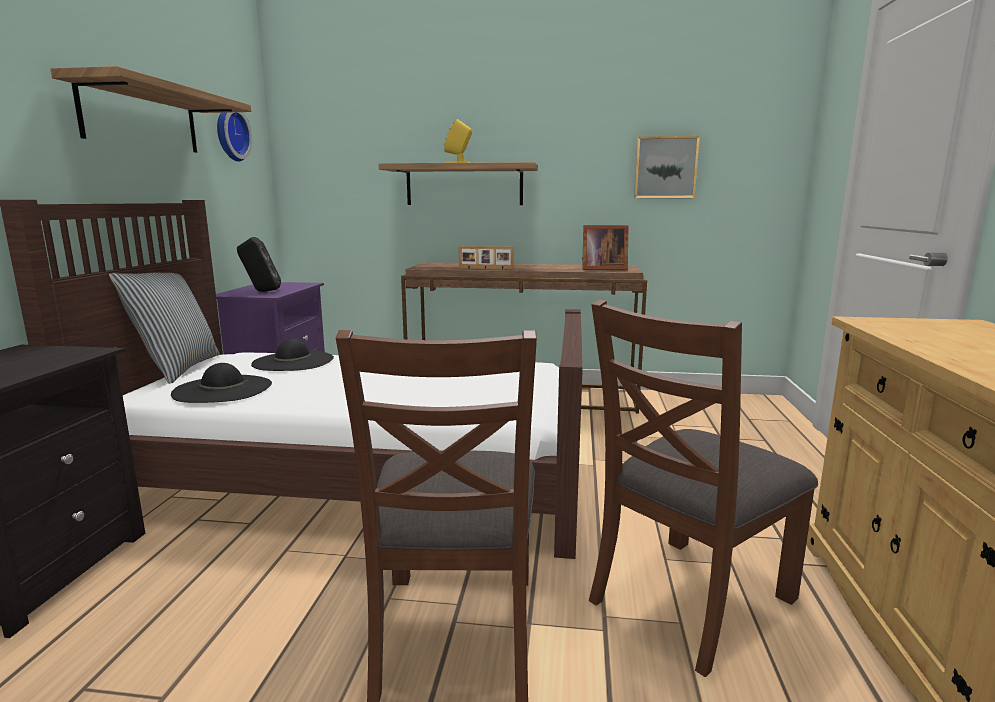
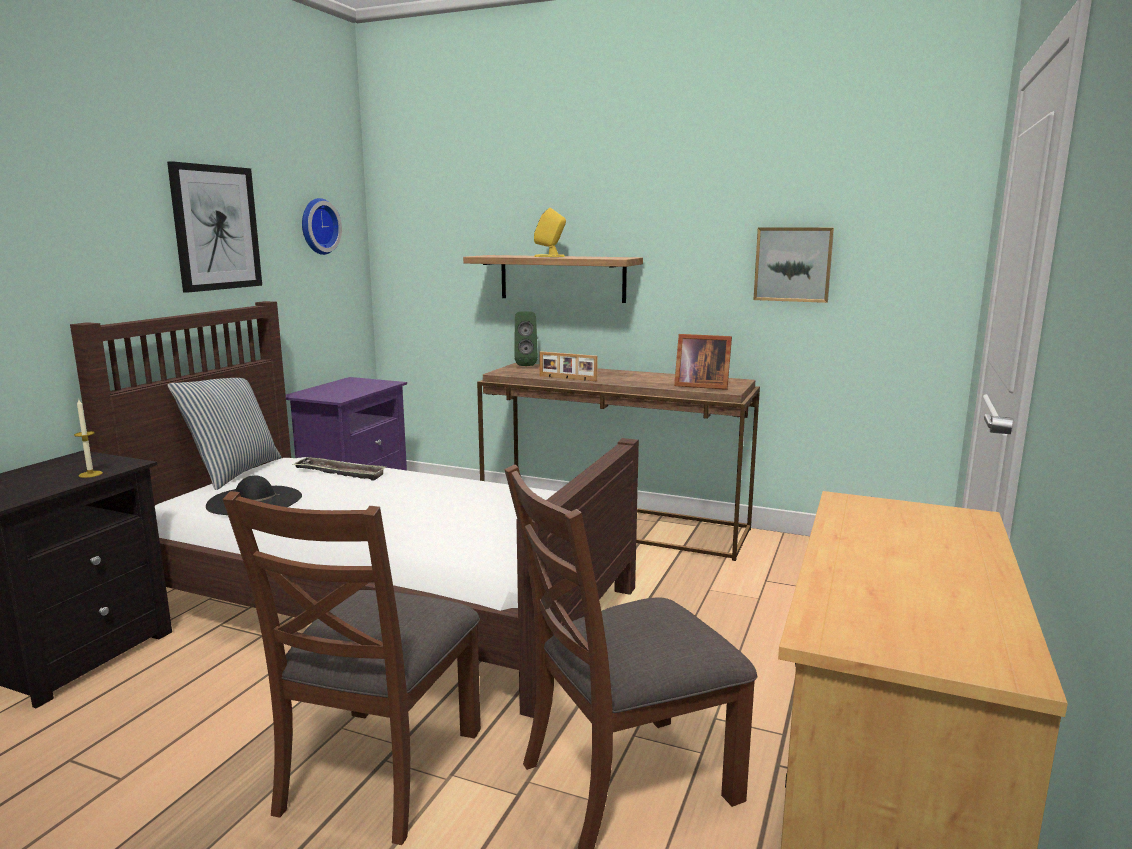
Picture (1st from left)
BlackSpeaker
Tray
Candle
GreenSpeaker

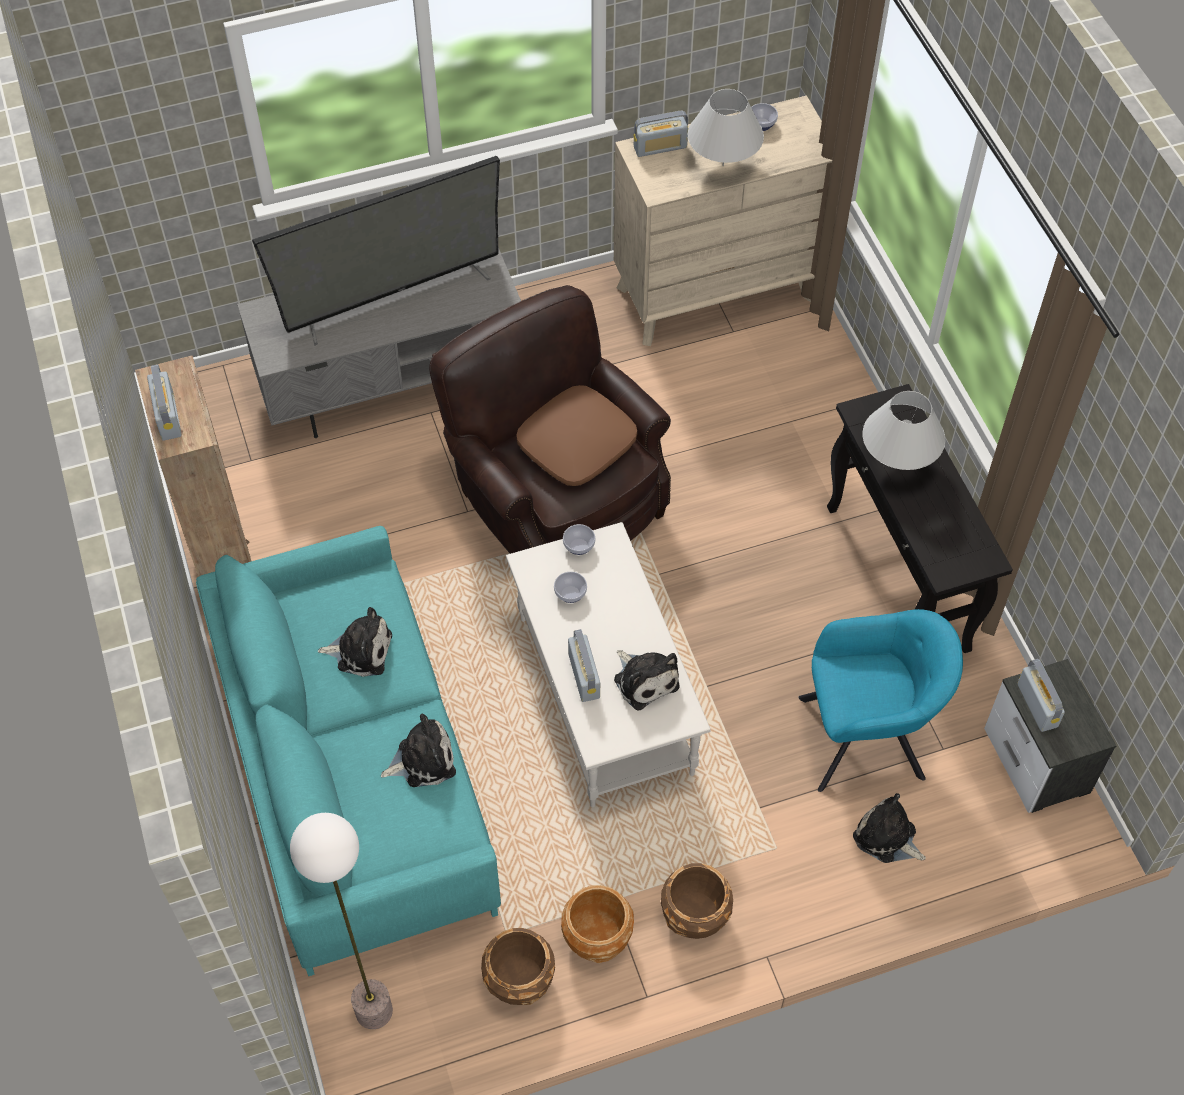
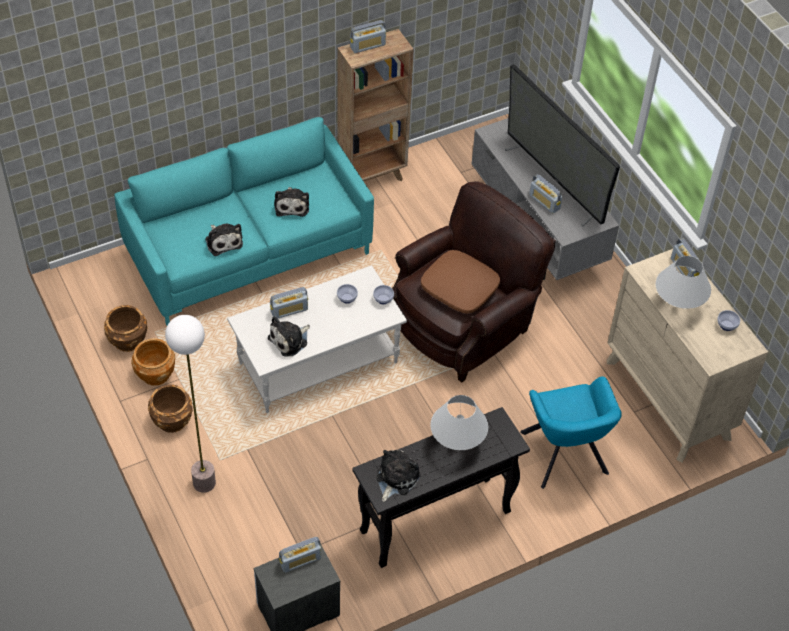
FloorLamp
TurquoiseArmchair
PlushToy (4th from left)
Radio (4th from left)

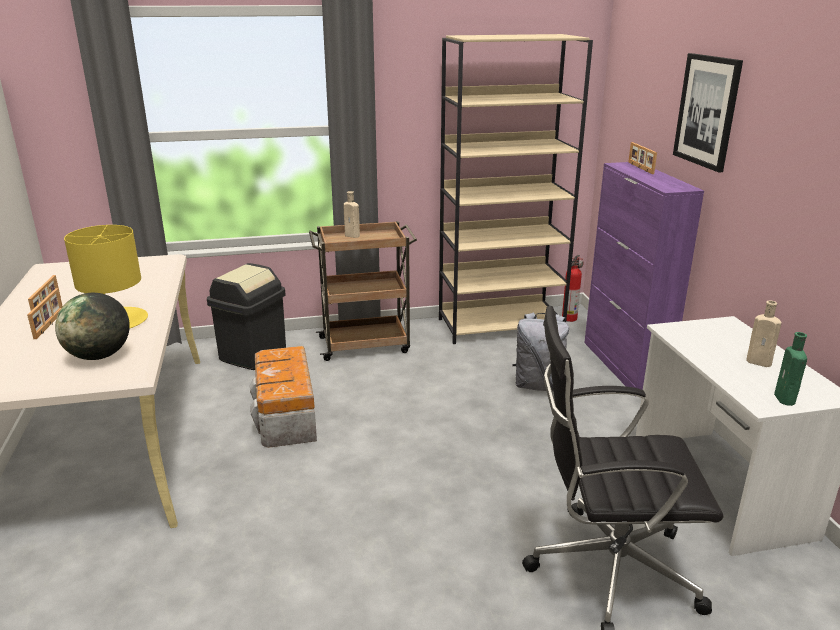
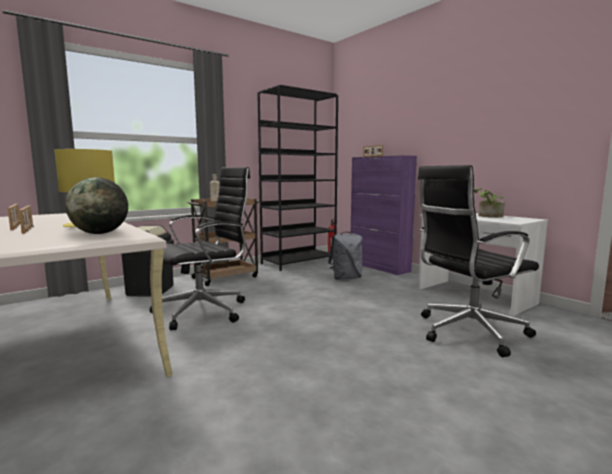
BlackOfficeChair (1st from left)
BlackBookcase
Picture
PottedPlant
GreenBottle

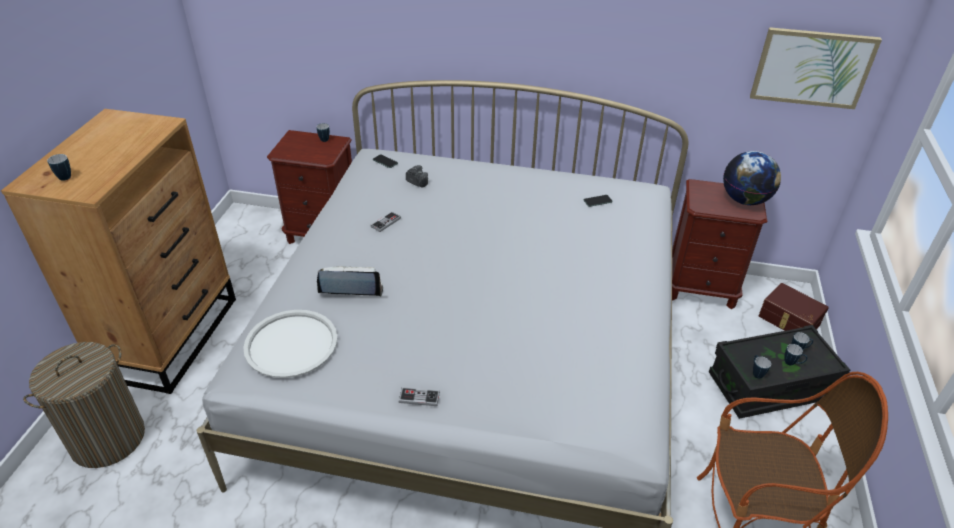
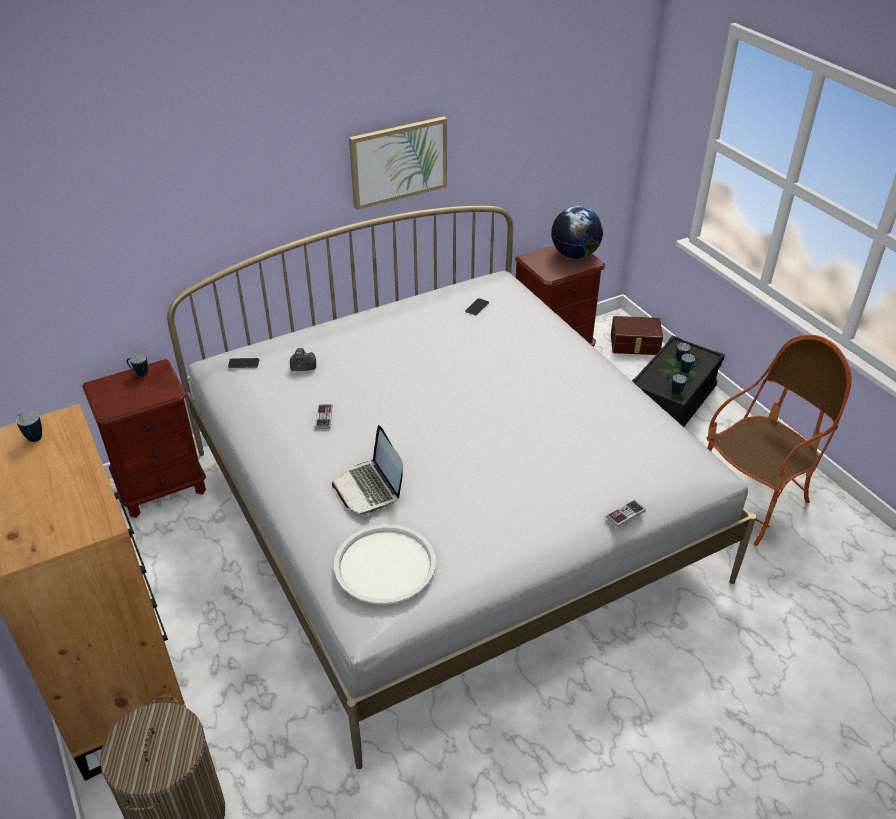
Mug (1st from left)
Laptop
GameController (2nd from left)
Picture

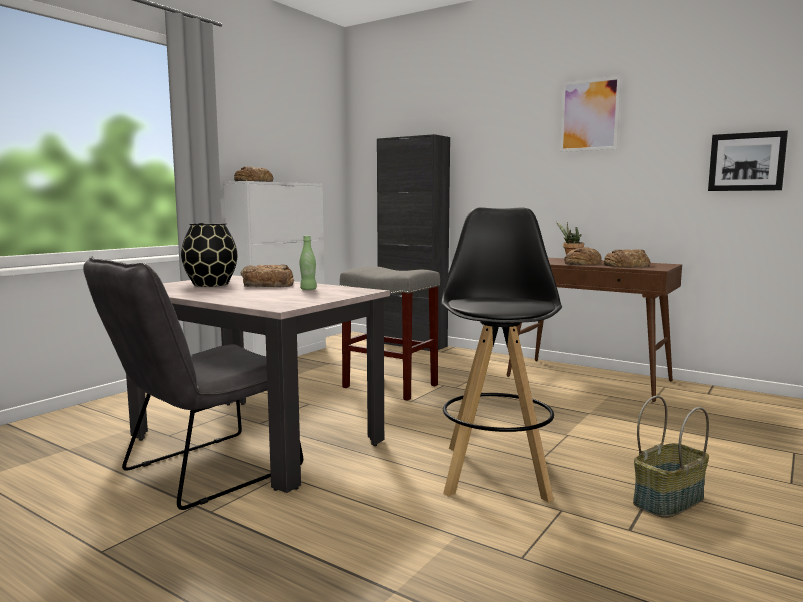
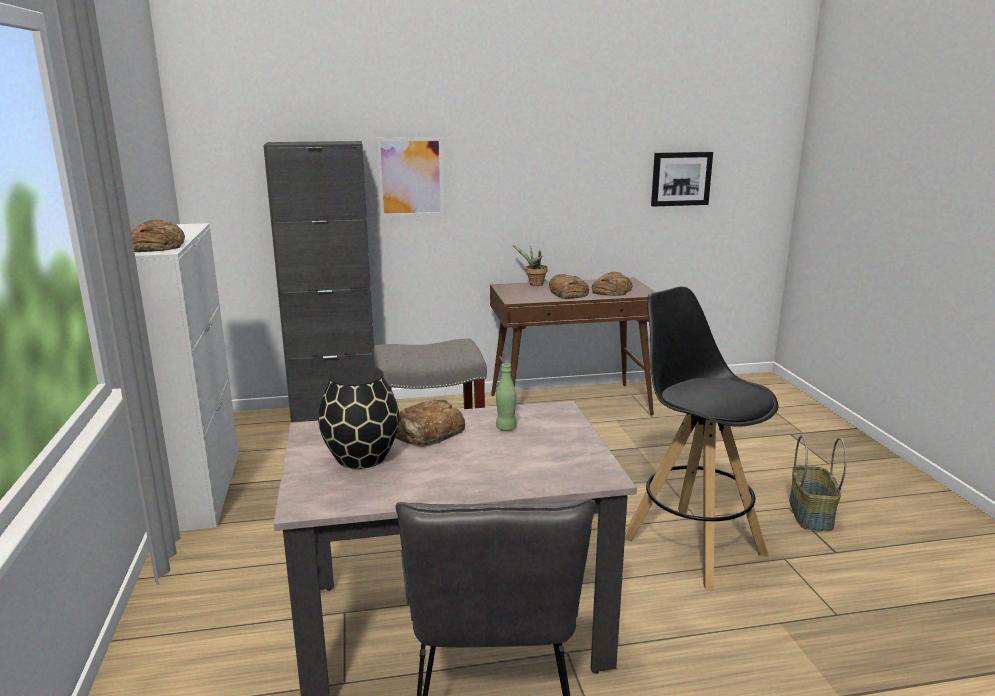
Picture (1st from left)

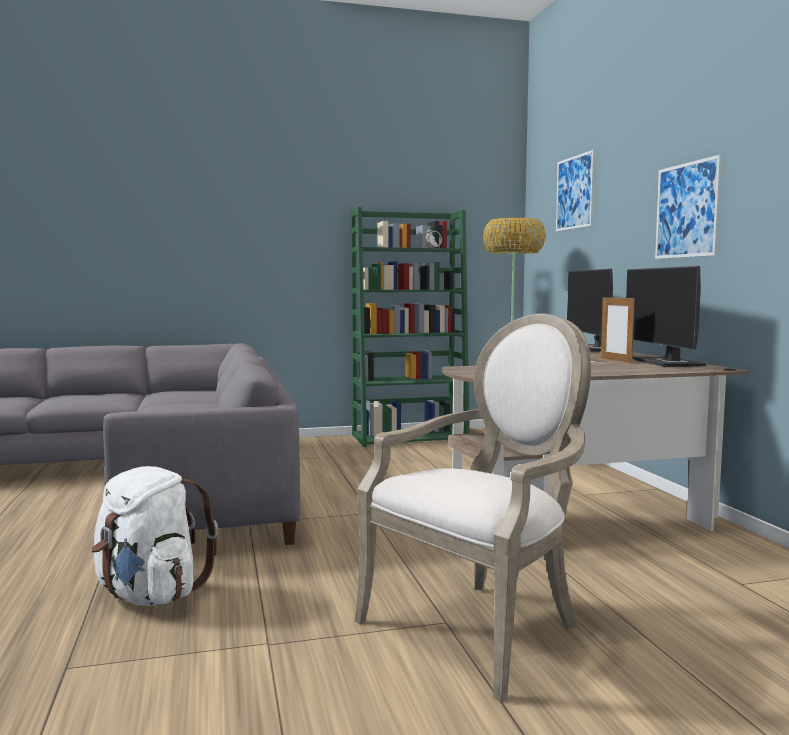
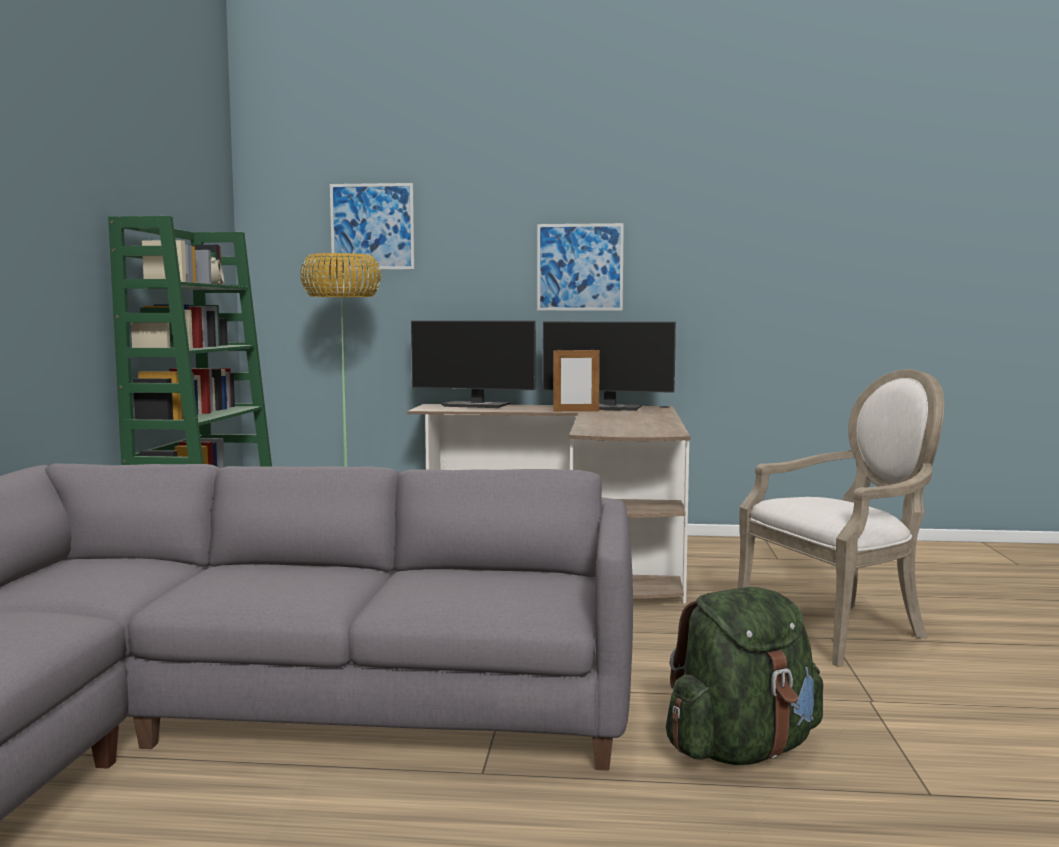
GreenBackpack
Armchair

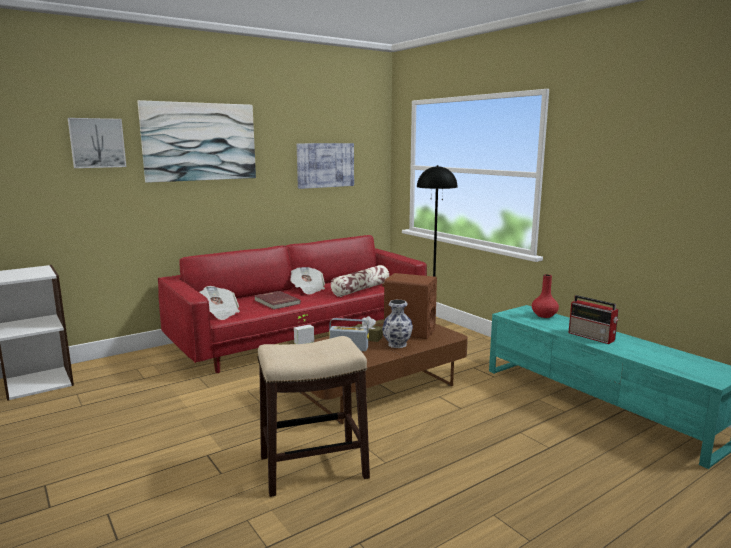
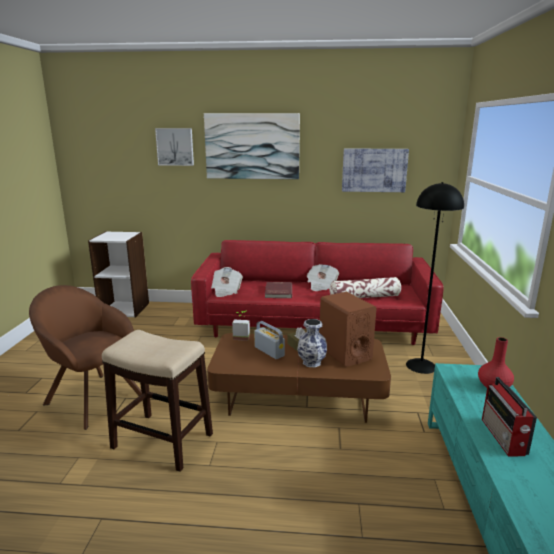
BrownArmchair

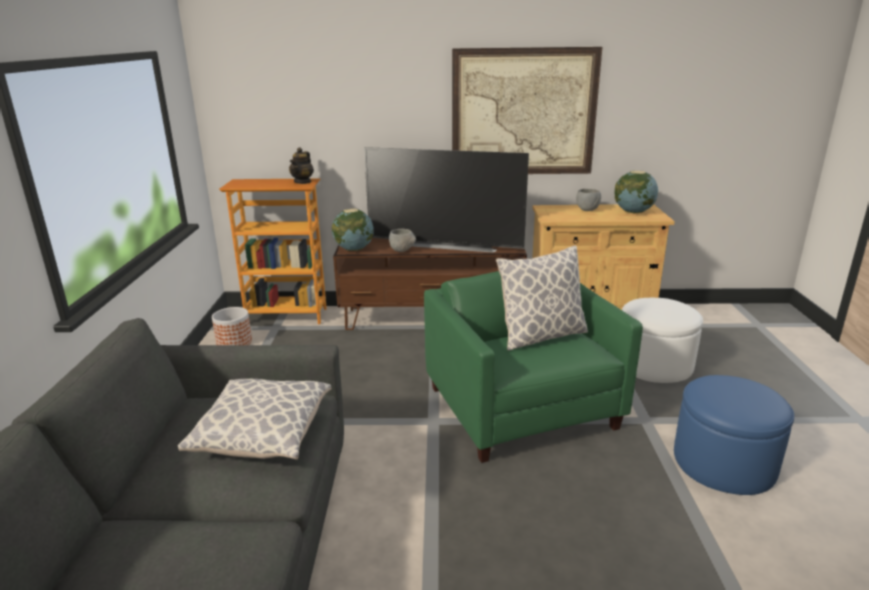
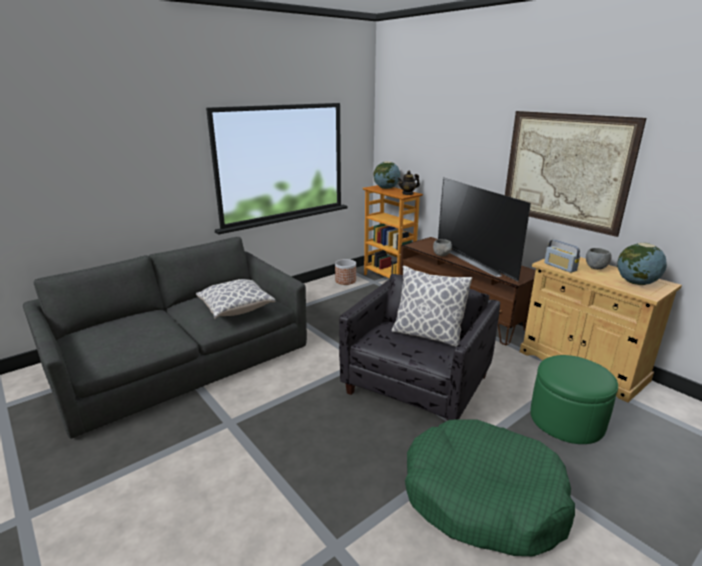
Globe (1st from left)
GreyArmchair
GreenOttoman
GreenDogBed
Radio

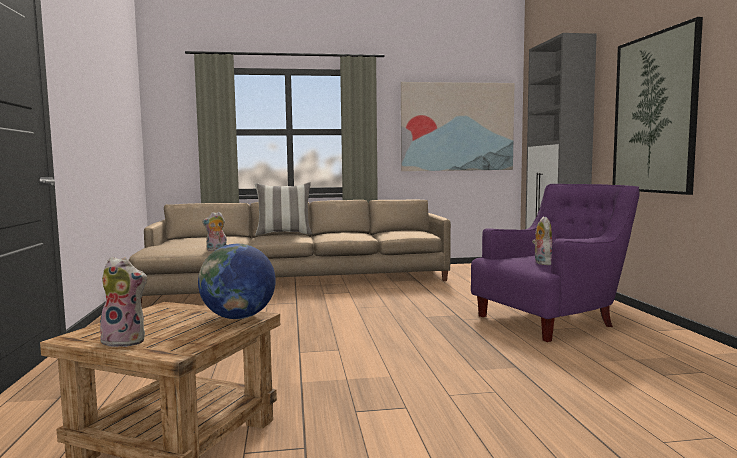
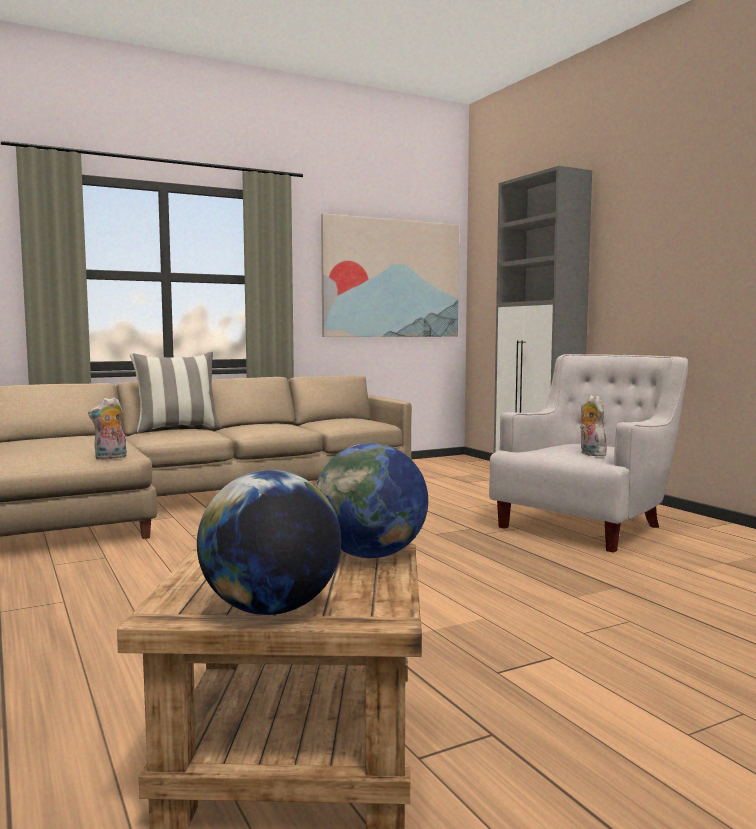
Globe (1st from left)
WhiteArmchair
Picture (2nd from left in the first image)

